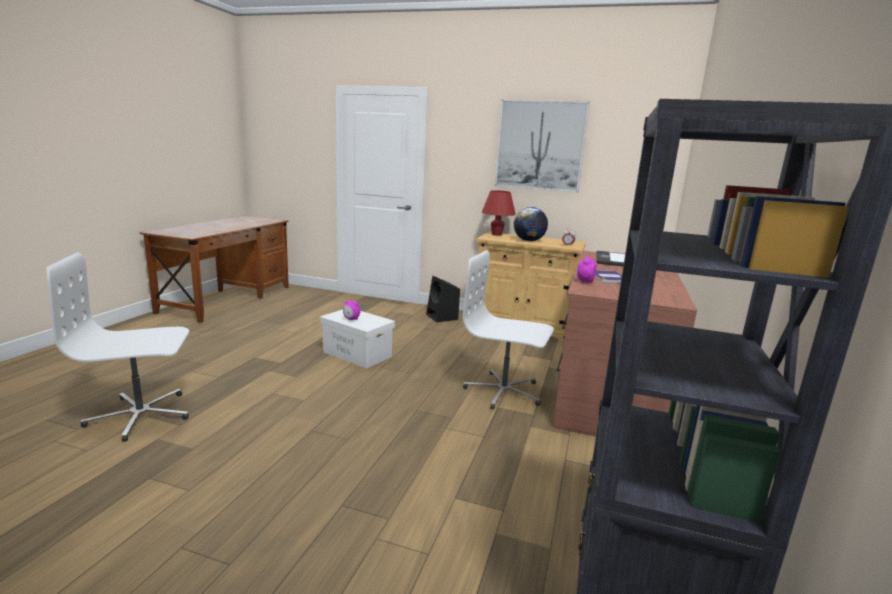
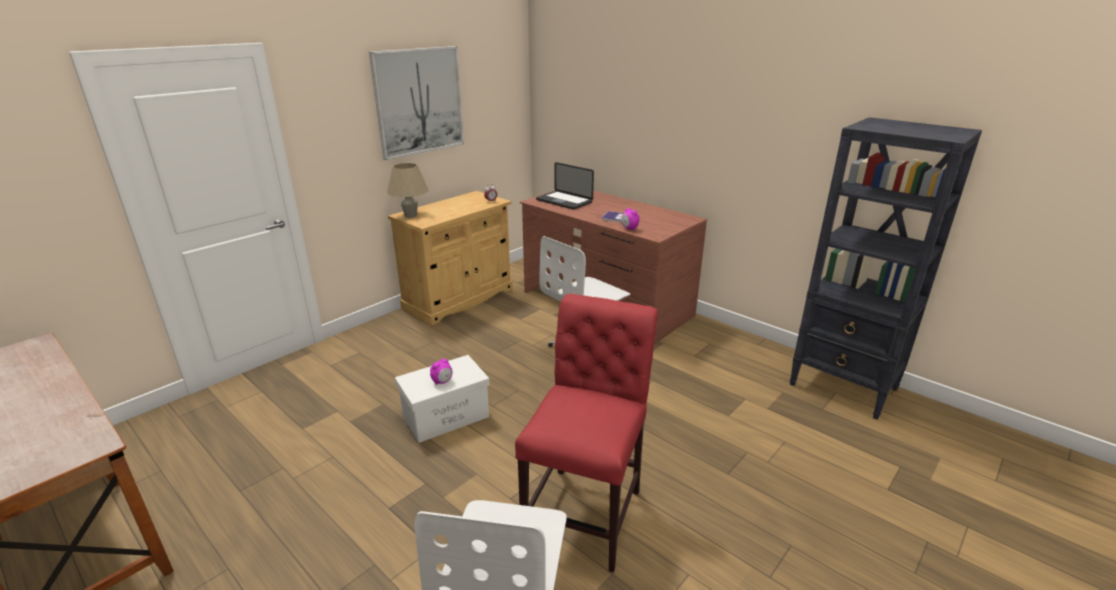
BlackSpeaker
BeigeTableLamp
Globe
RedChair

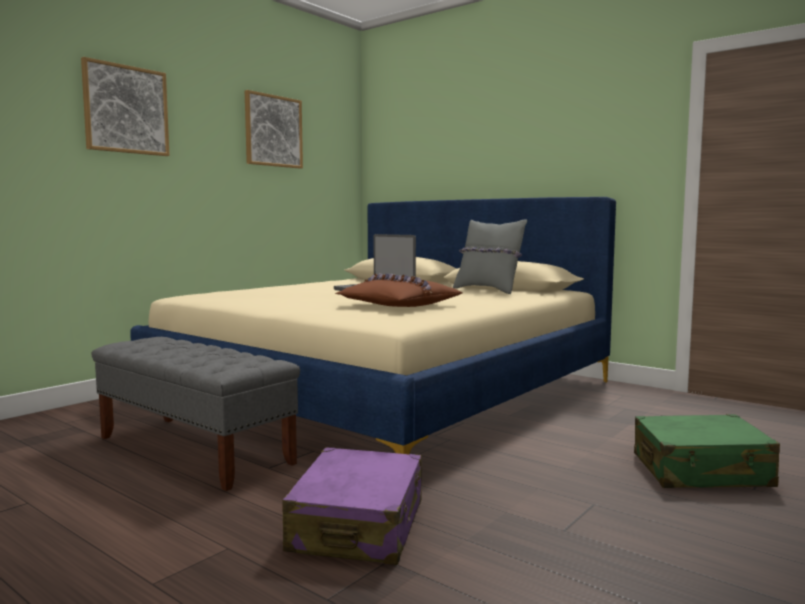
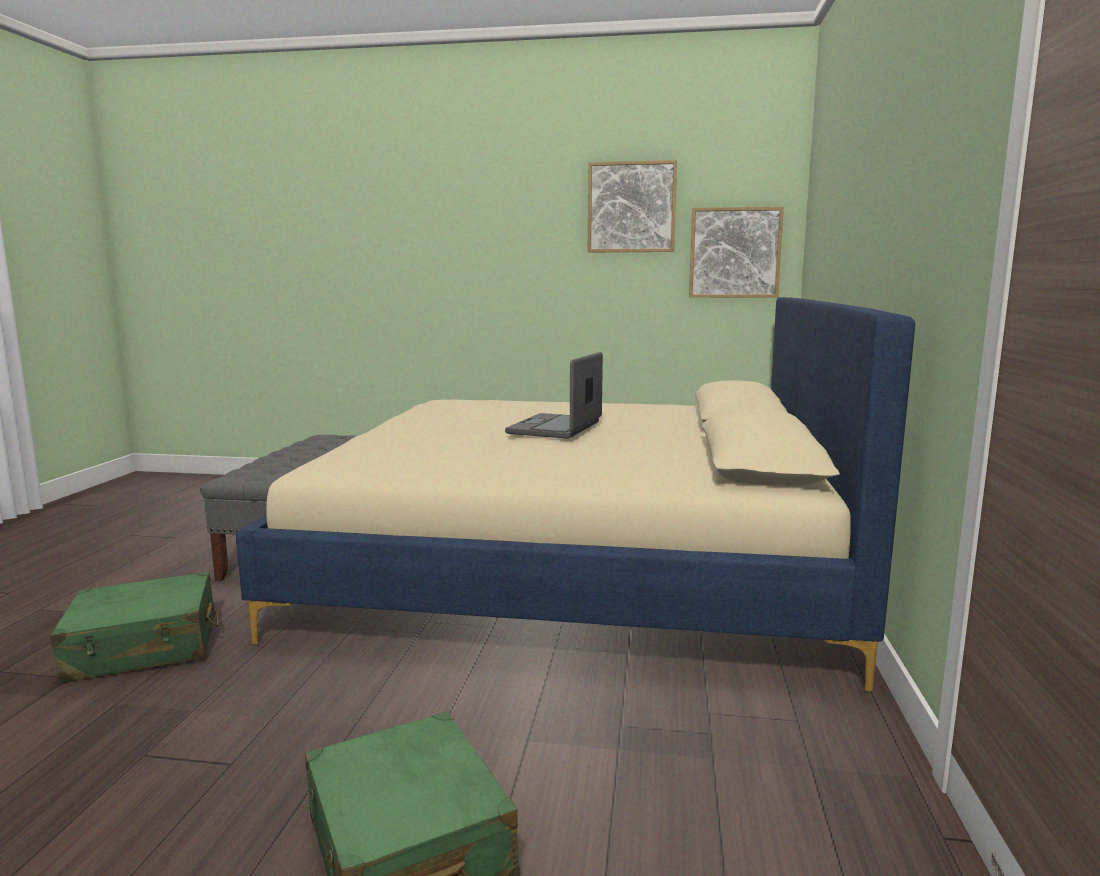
Picture (2nd from left)
GreenSuitcase (1st from left)
BrownPillow
GreyPillow

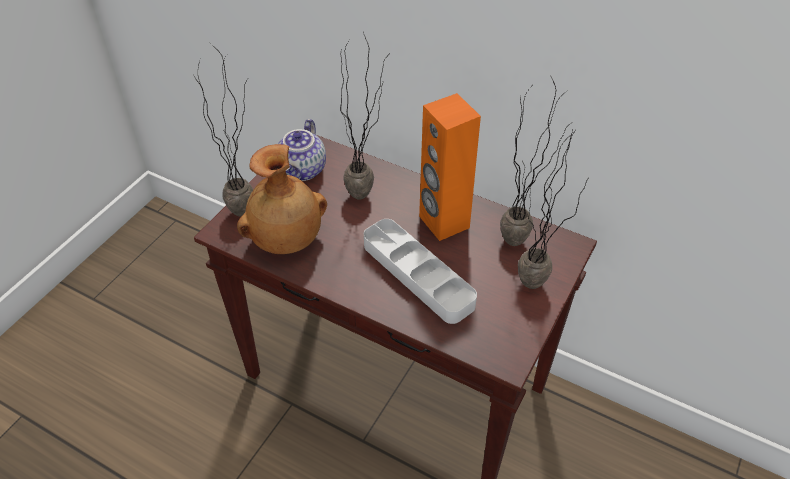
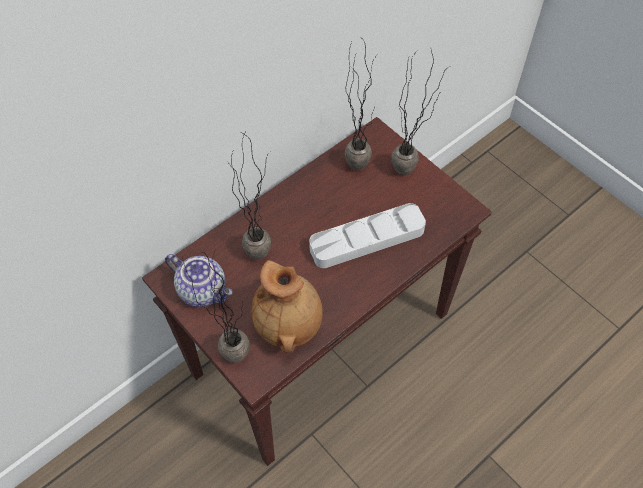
OrangeSpeaker

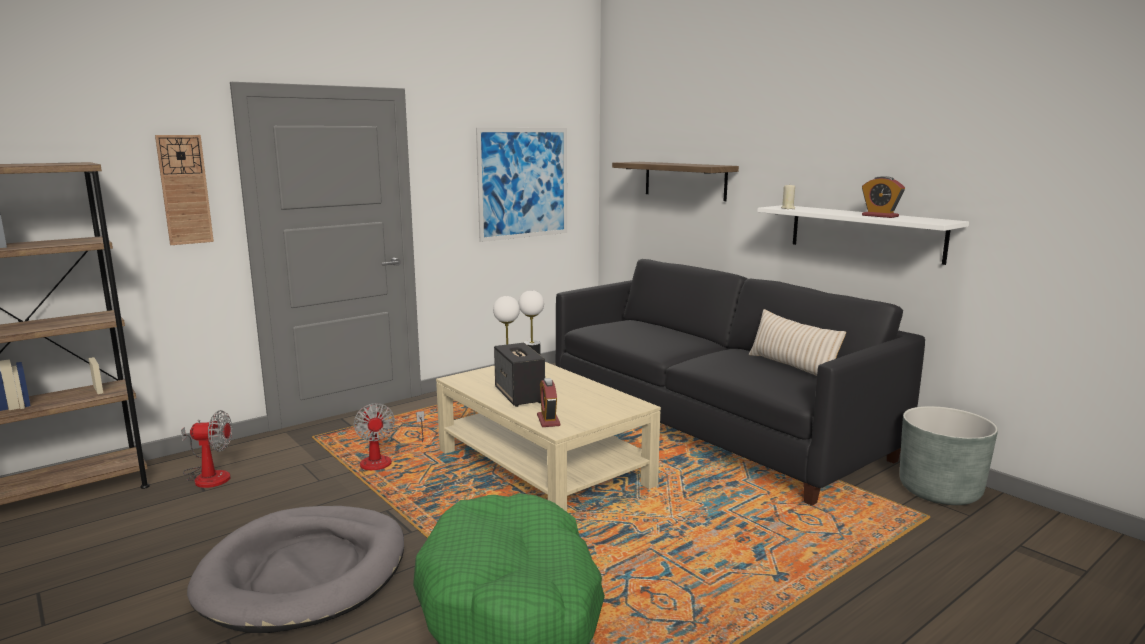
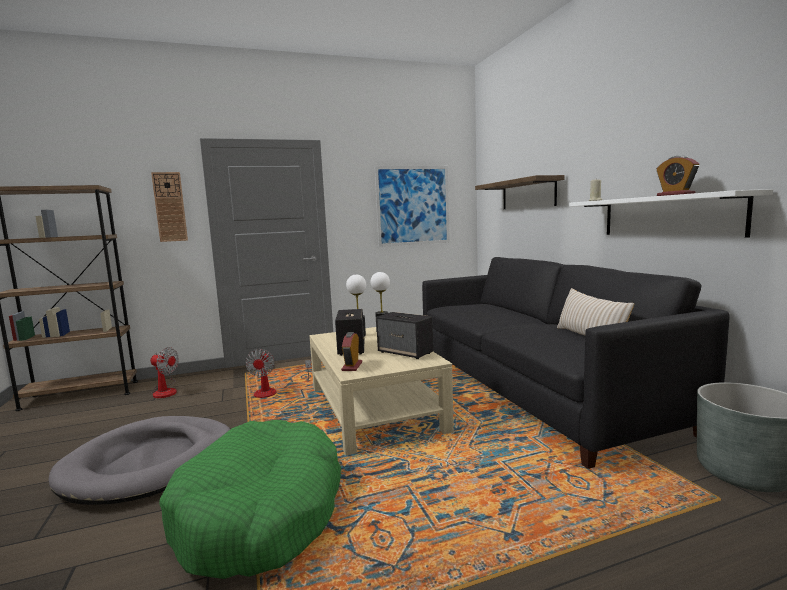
Speaker (2nd from left)

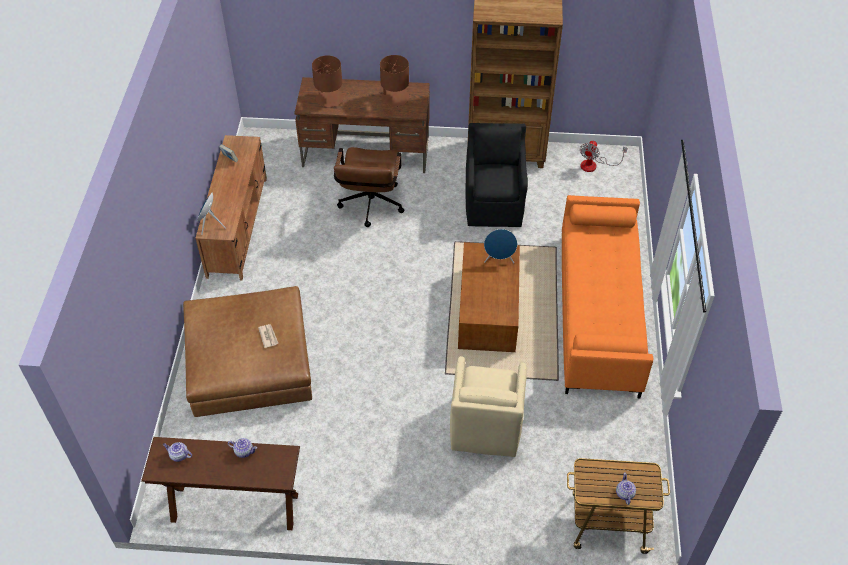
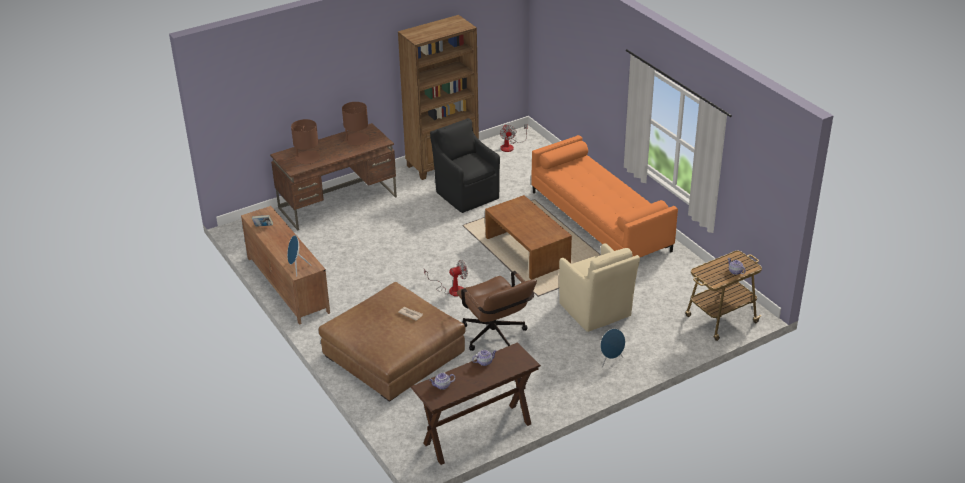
BrownOfficeChair
BlueSpeaker (2nd from left)
Fan (1st from left)

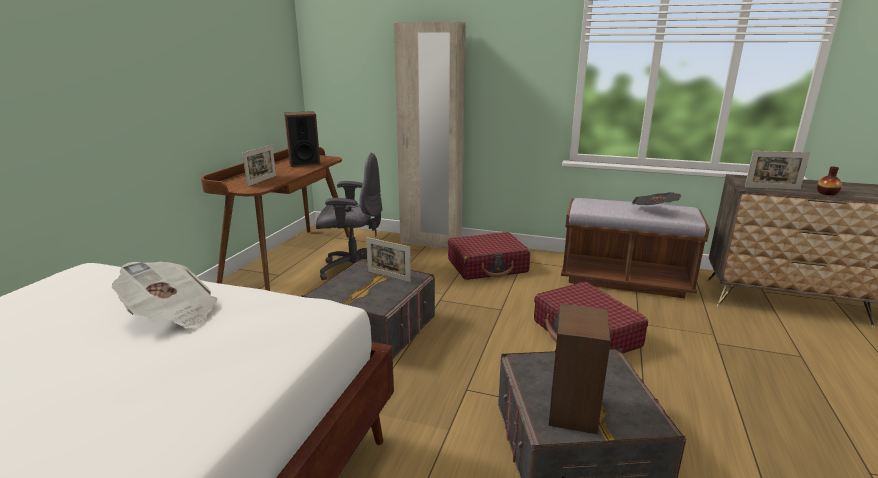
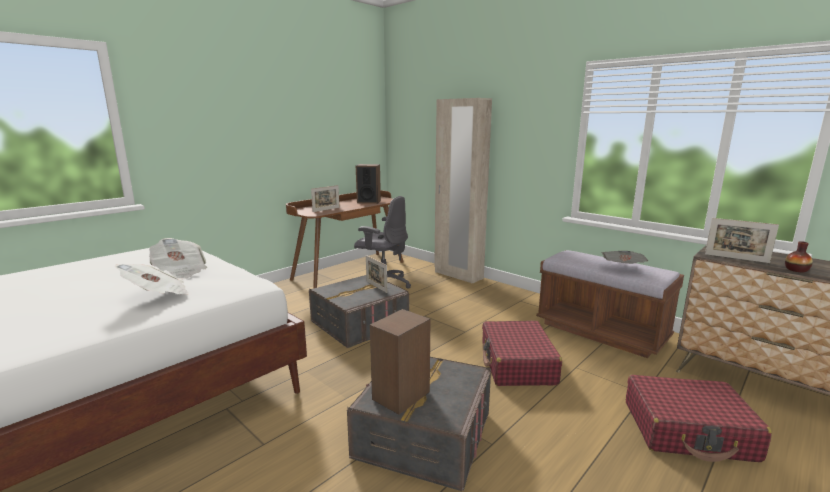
RedSuitcase (2nd from left)
Newspaper (1st from left)

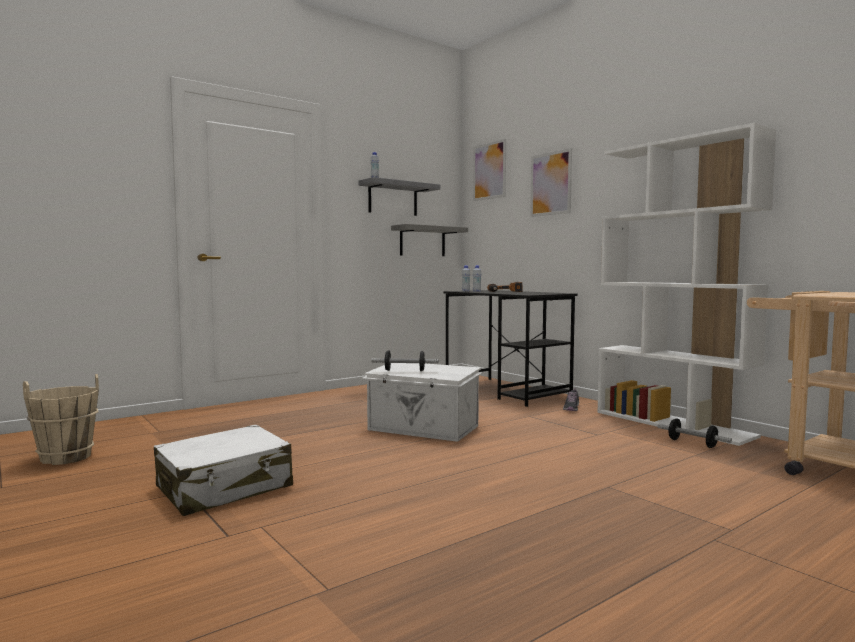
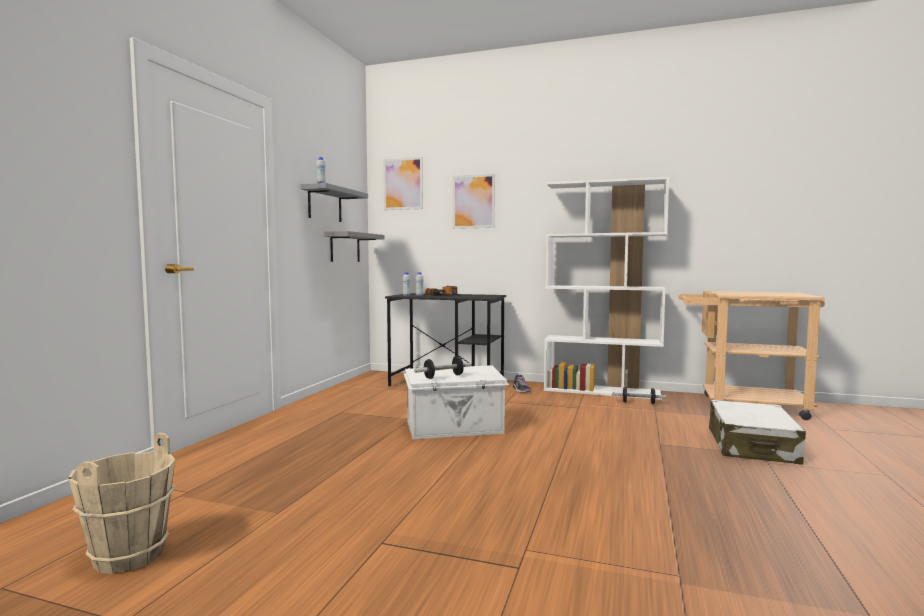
WhiteSuitcase

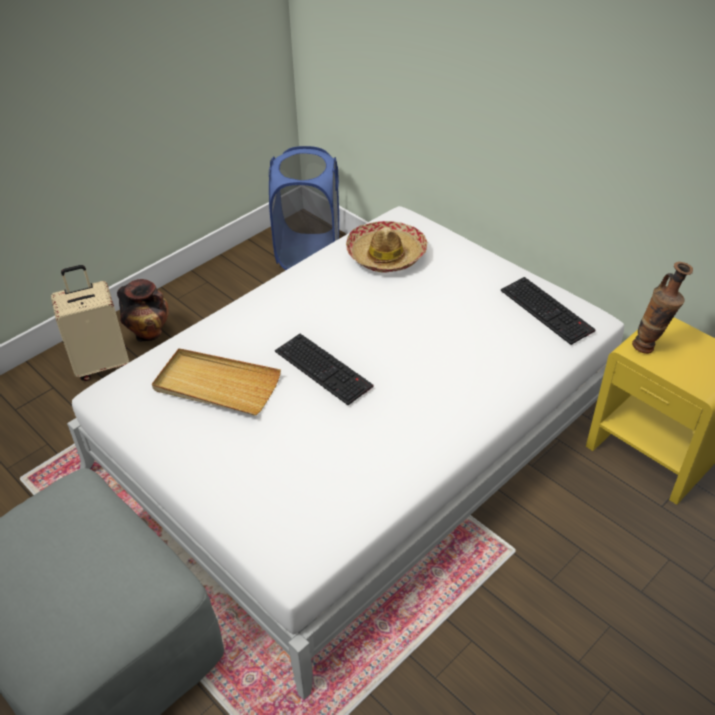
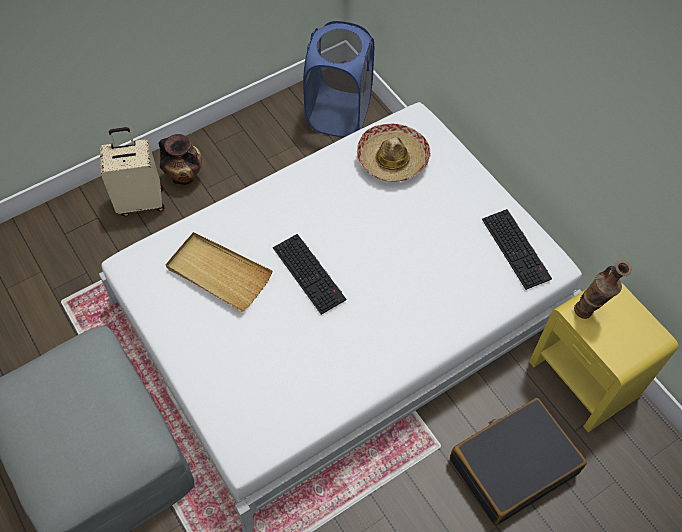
BlackSuitcase

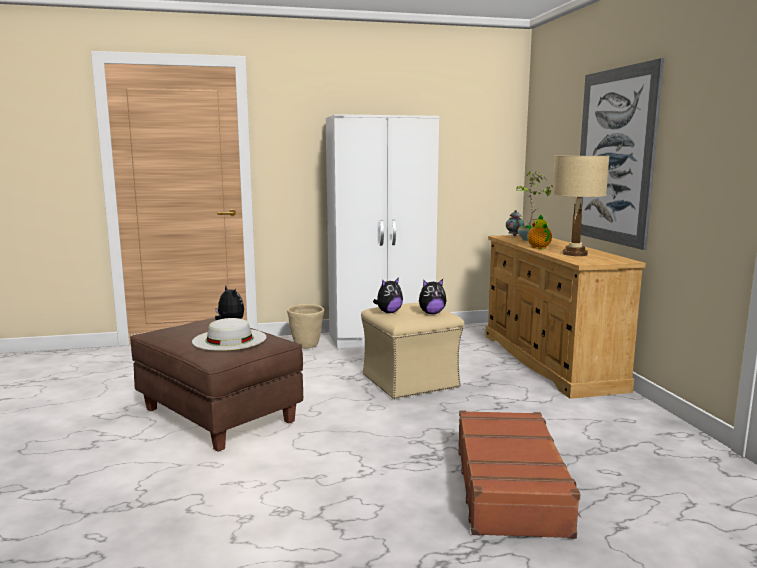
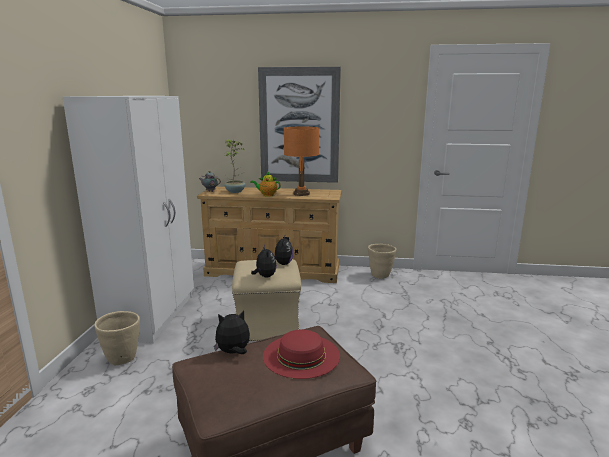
RedHat
BrownSuitcase
OrangeTableLamp
BeigePlanter (2nd from left)

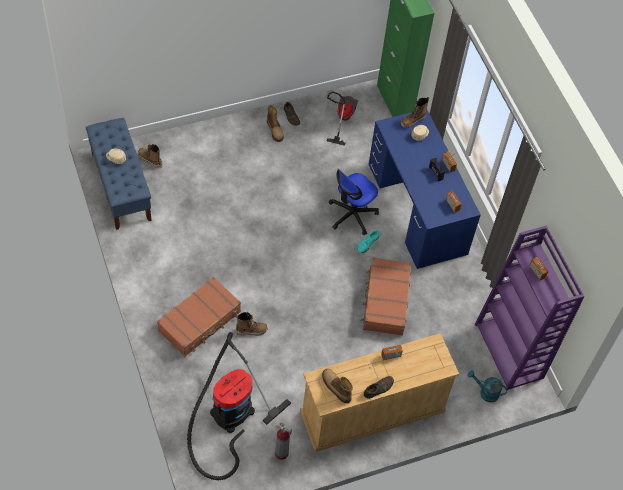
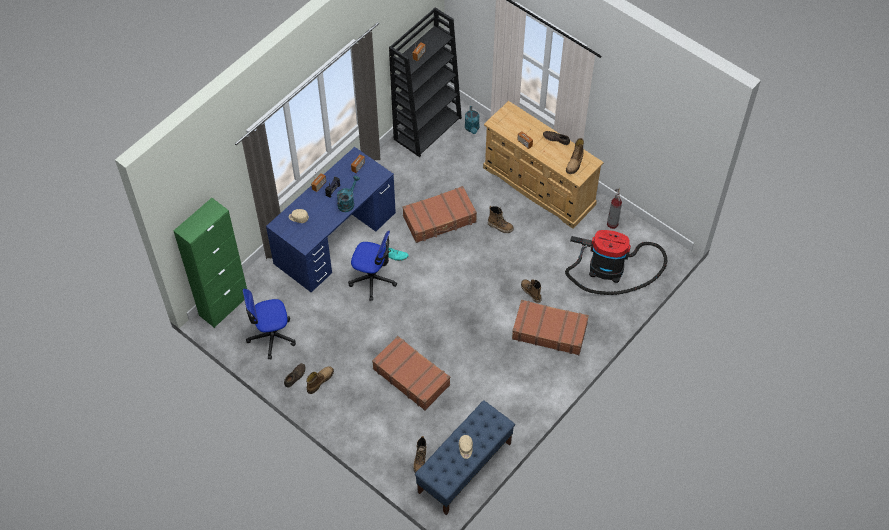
OfficeChair (1st from left)
Boot (3rd from left)
BlackBookcase
TurquoiseWateringCan (1st from left)
BrownSuitcase (1st from left)

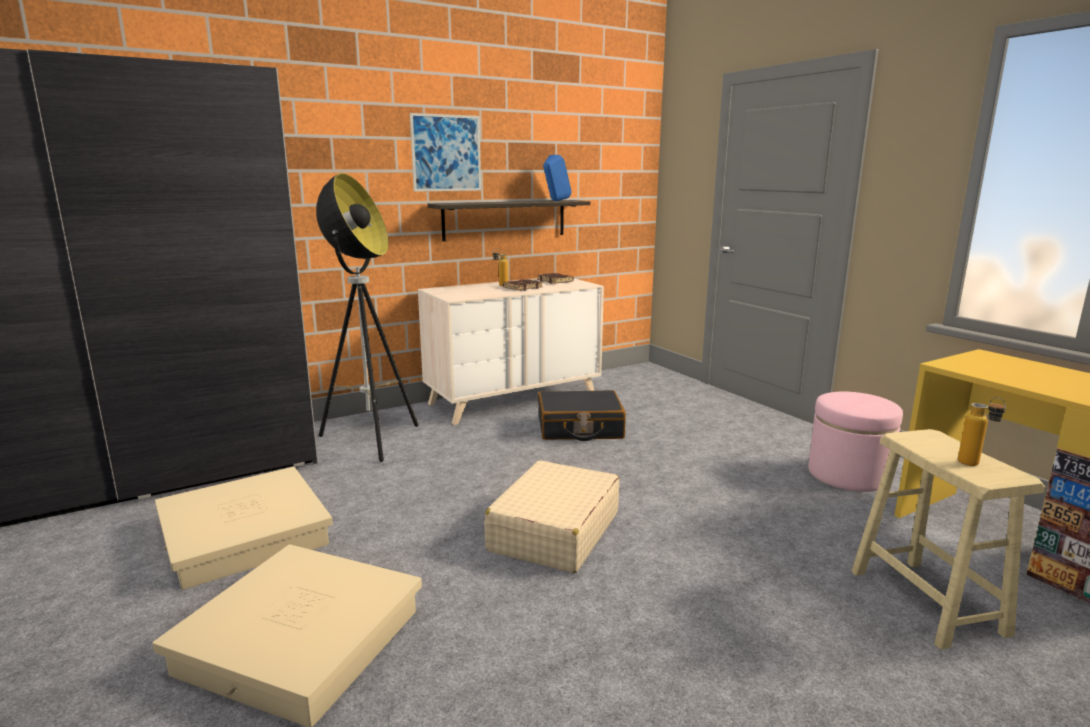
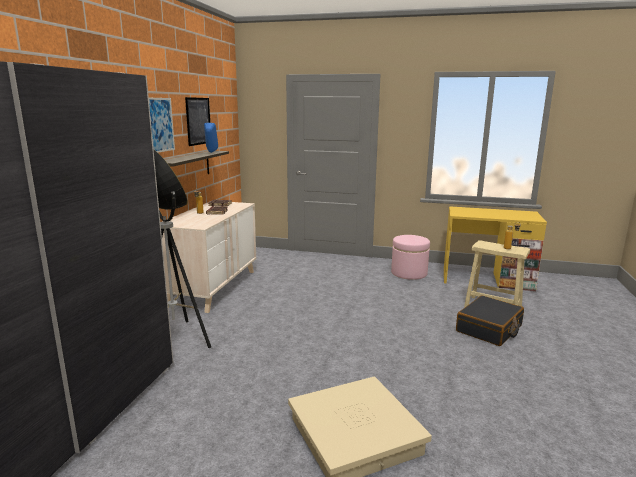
BeigeStorageBox (1st from left in the first image)
BeigeSuitcase
BlackSuitcase
Picture (2nd from left)

